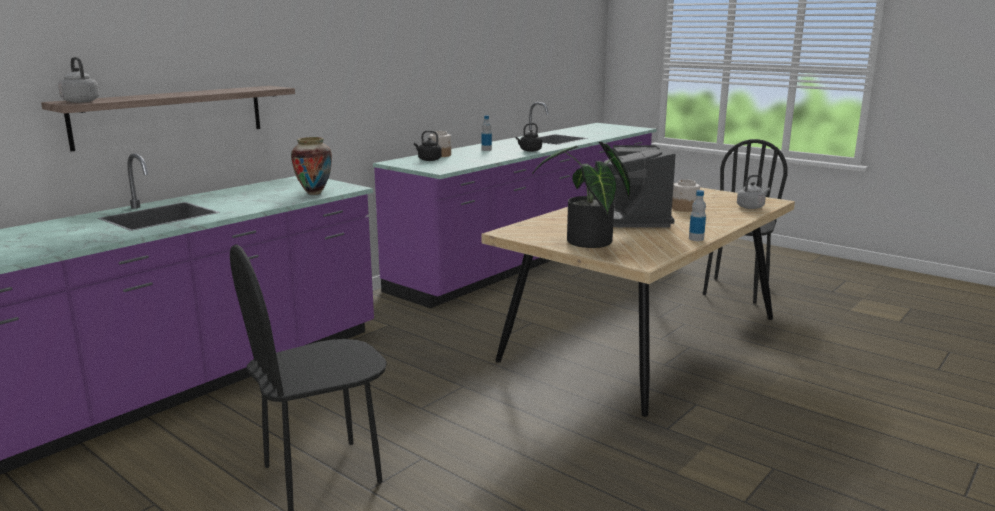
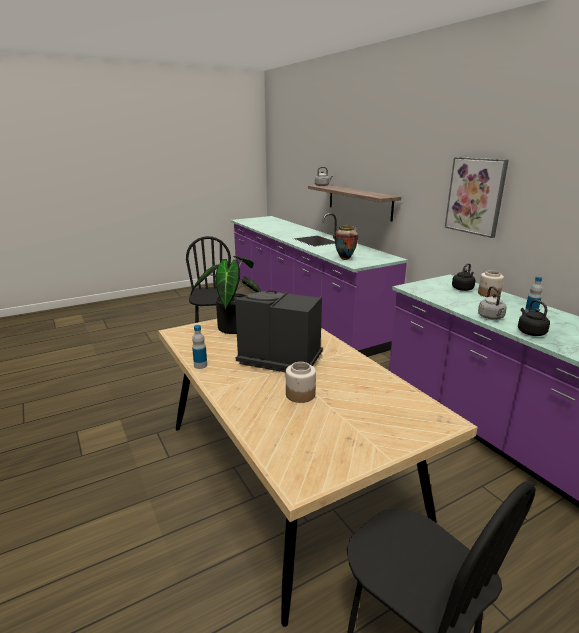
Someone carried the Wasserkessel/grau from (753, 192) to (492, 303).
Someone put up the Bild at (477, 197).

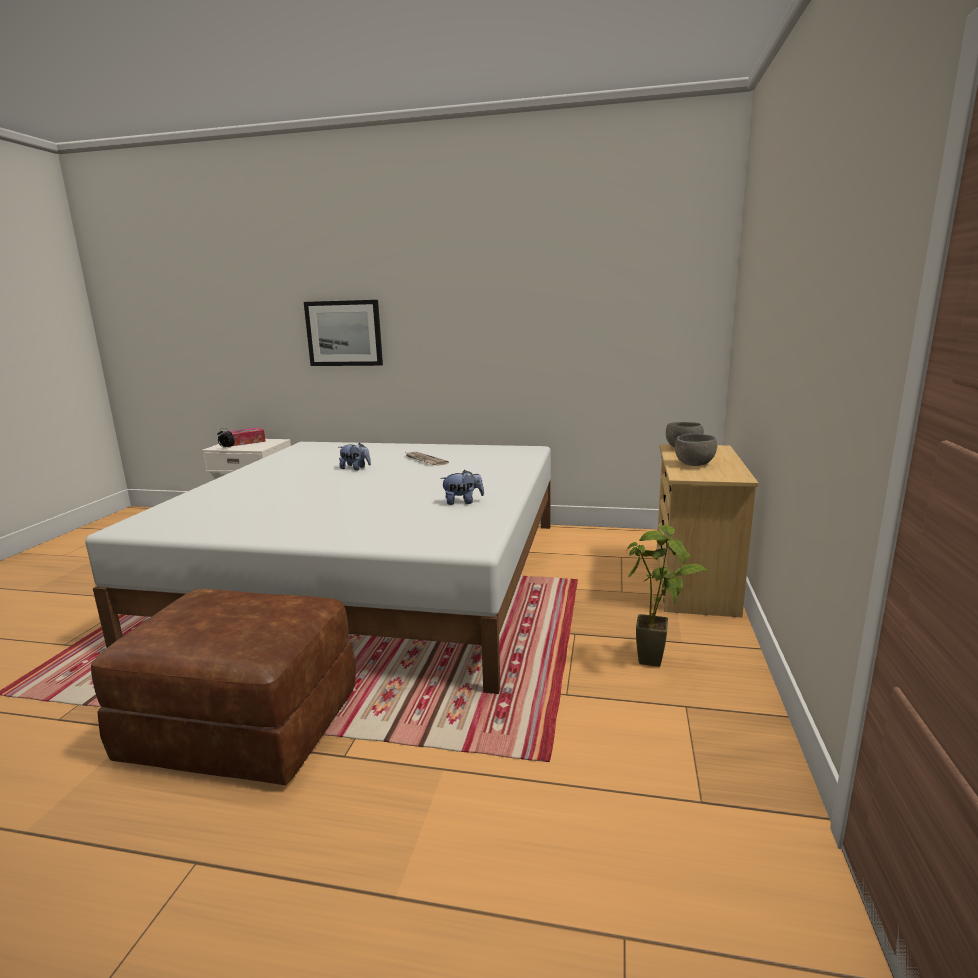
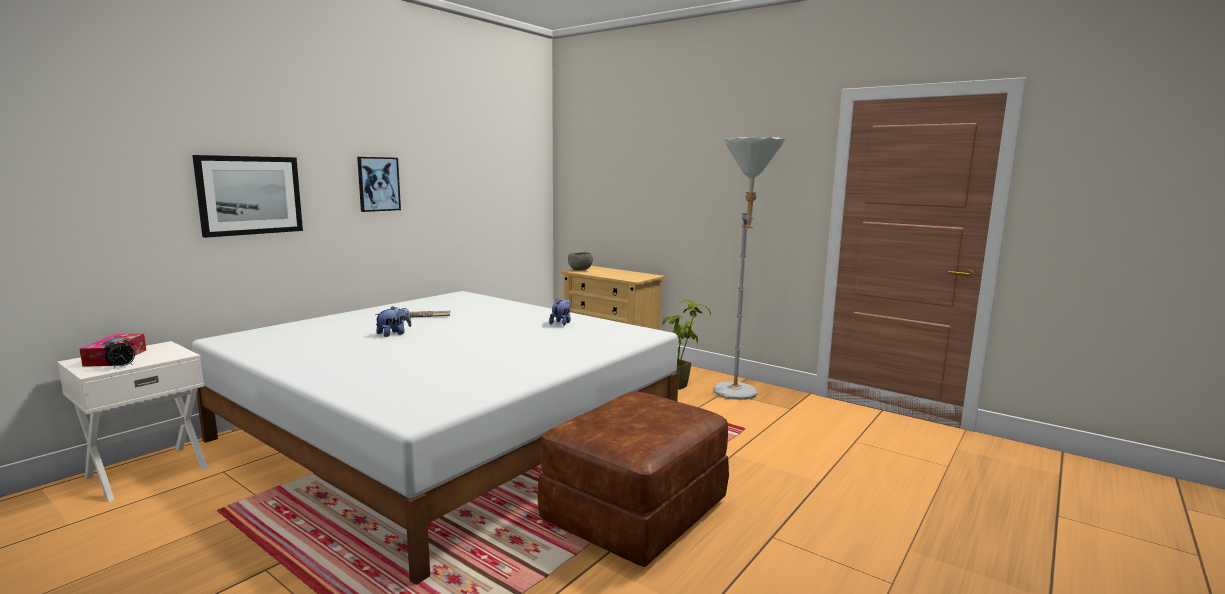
Someone took away the Schüssel/grau at (696, 450).
Someone put up the Bild at (379, 184).
Someone put down the Stehlampe/grau at (749, 268).

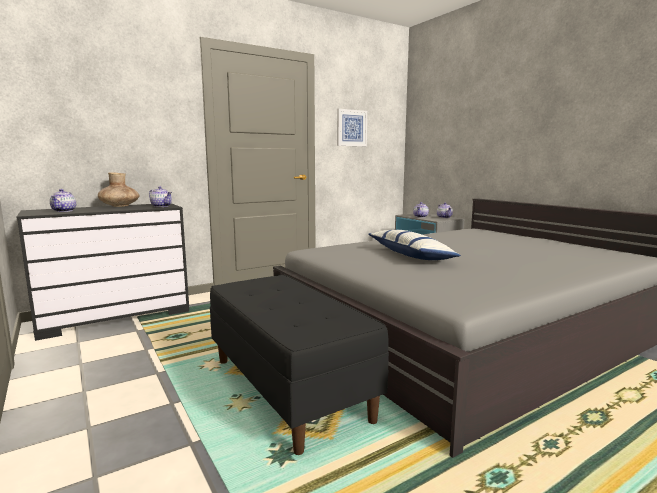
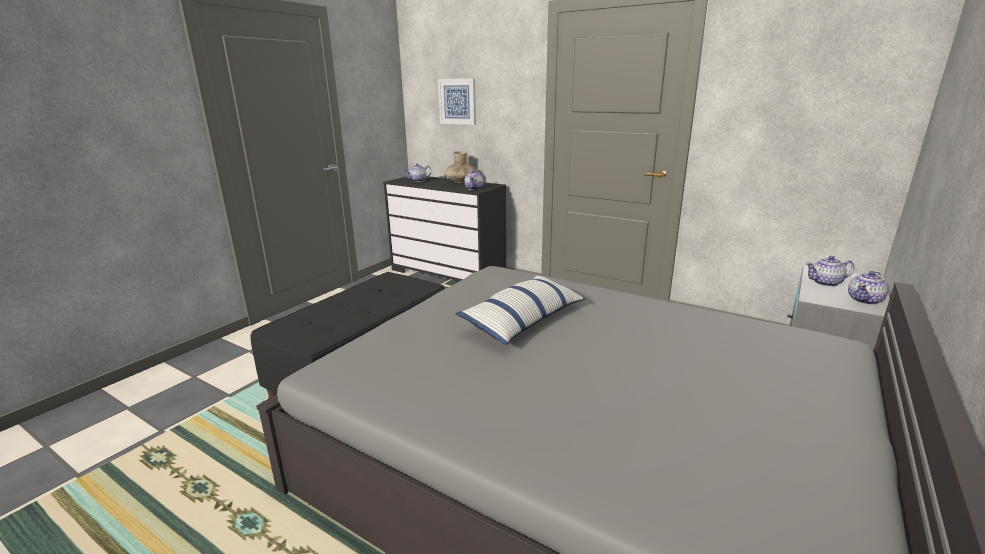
Someone carried the Bild from (352, 127) to (457, 102).

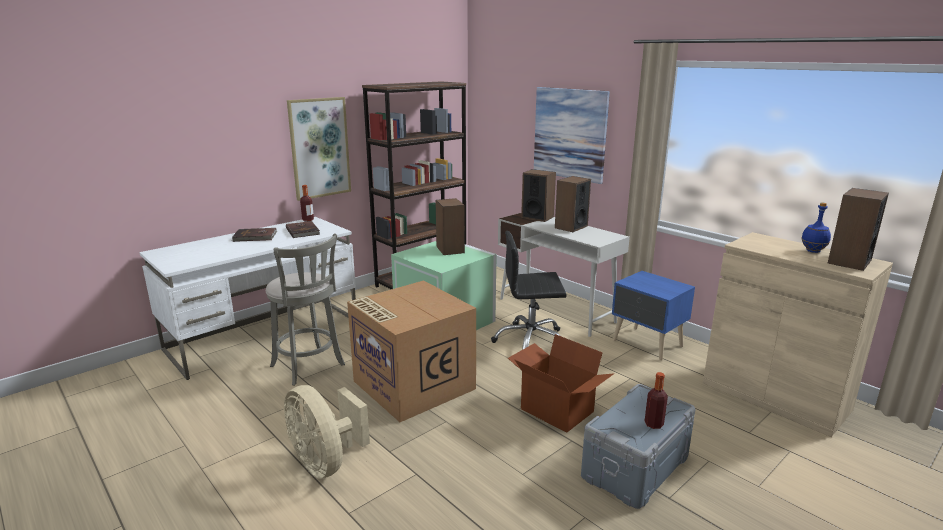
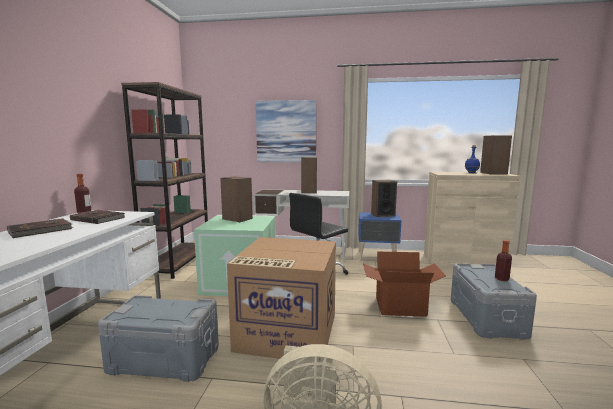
Someone swapped the Hocker/grau at (305, 309) for the Aufbewahrungsbox/grau at (158, 338).
Someone took away the Bild at (319, 149).
Someone carried the Lautsprecher from (538, 195) to (384, 198).

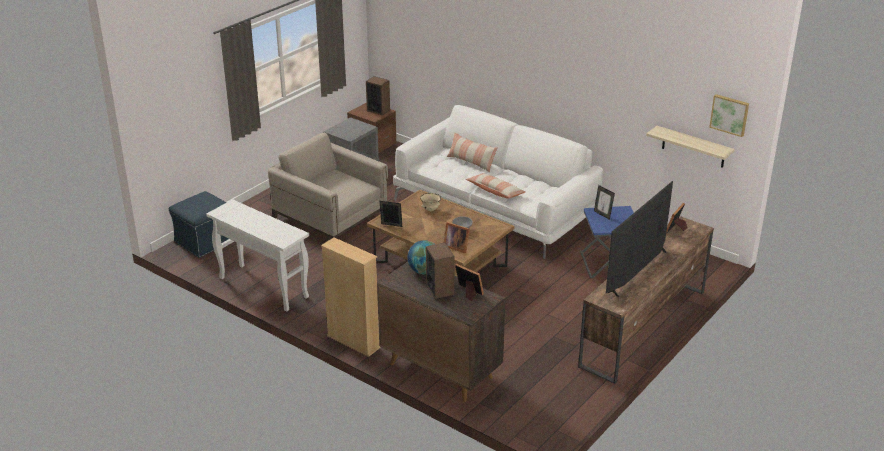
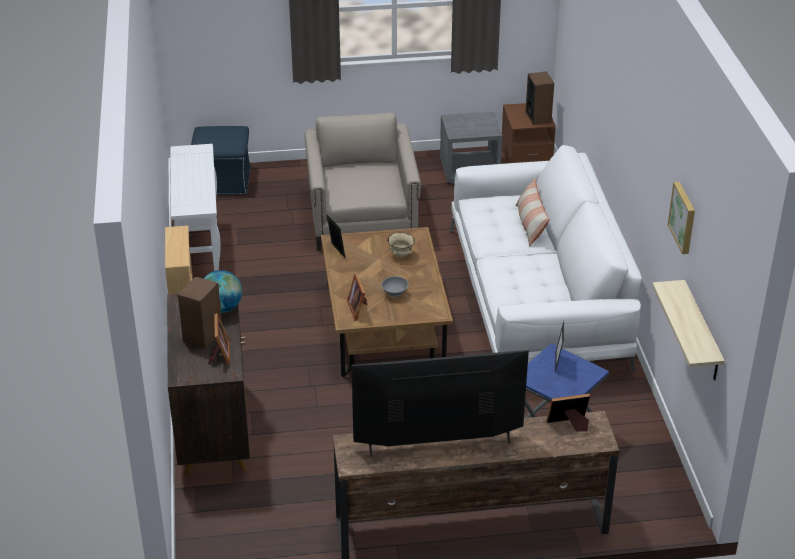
Someone took away the Kissen at (495, 185).
Someone carried the Bild from (729, 115) to (681, 218).

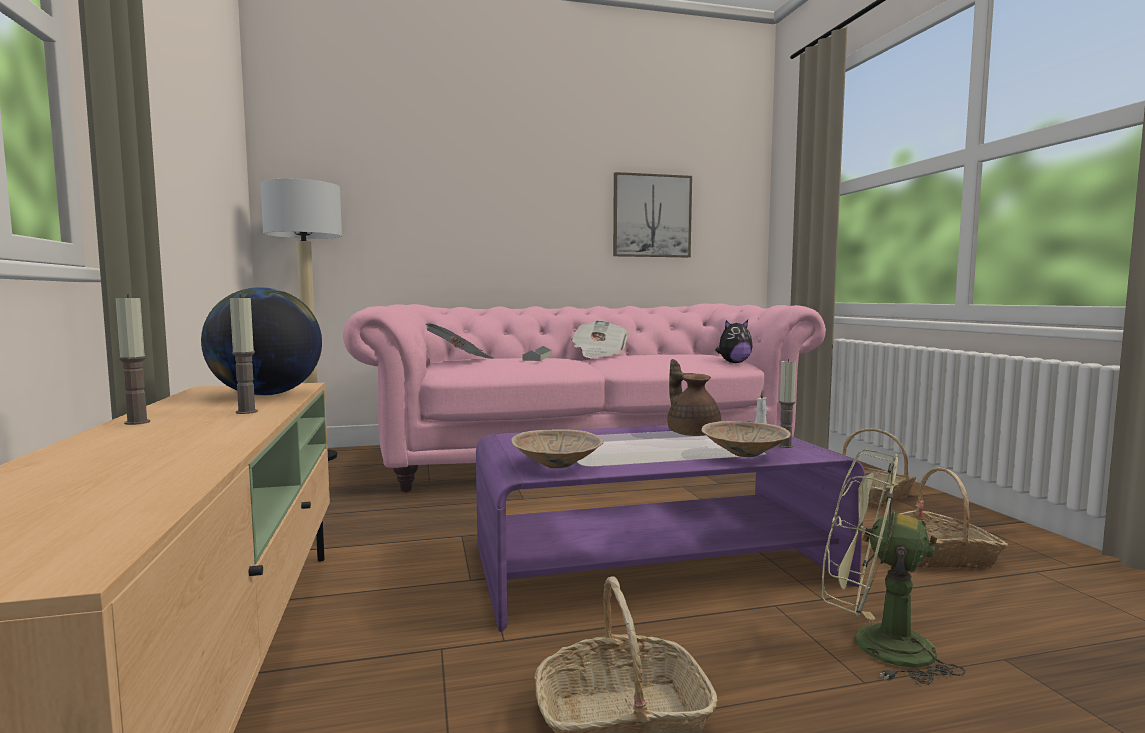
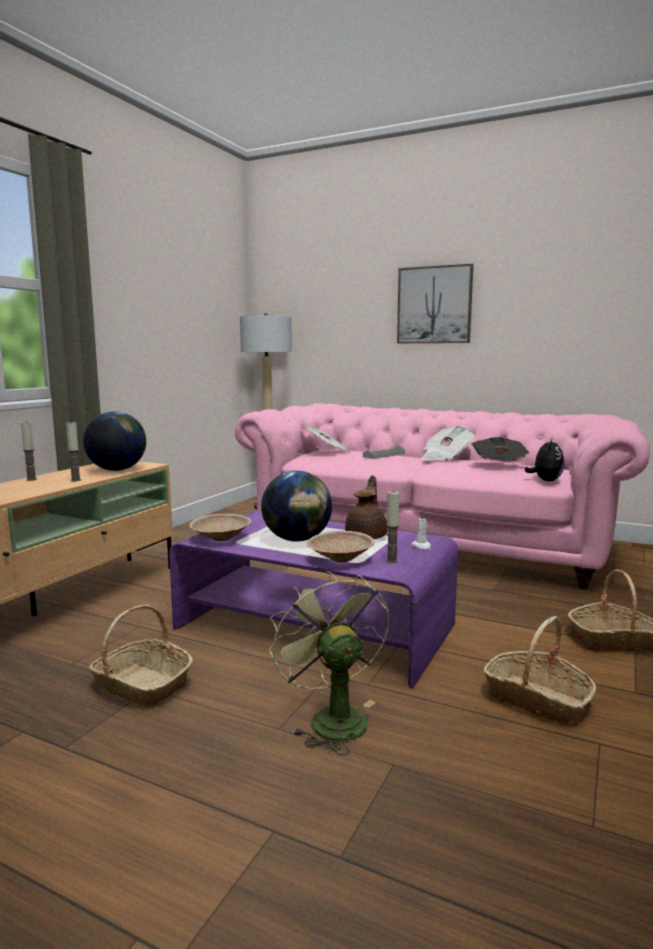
Someone carried the Bild from (652, 214) to (435, 303).
Someone rotated the Plüschtier at (734, 341) by 90 degrees counterclockwise.
Someone put down the Globus at (296, 506).
Someone put down the Zeitung at (500, 449).

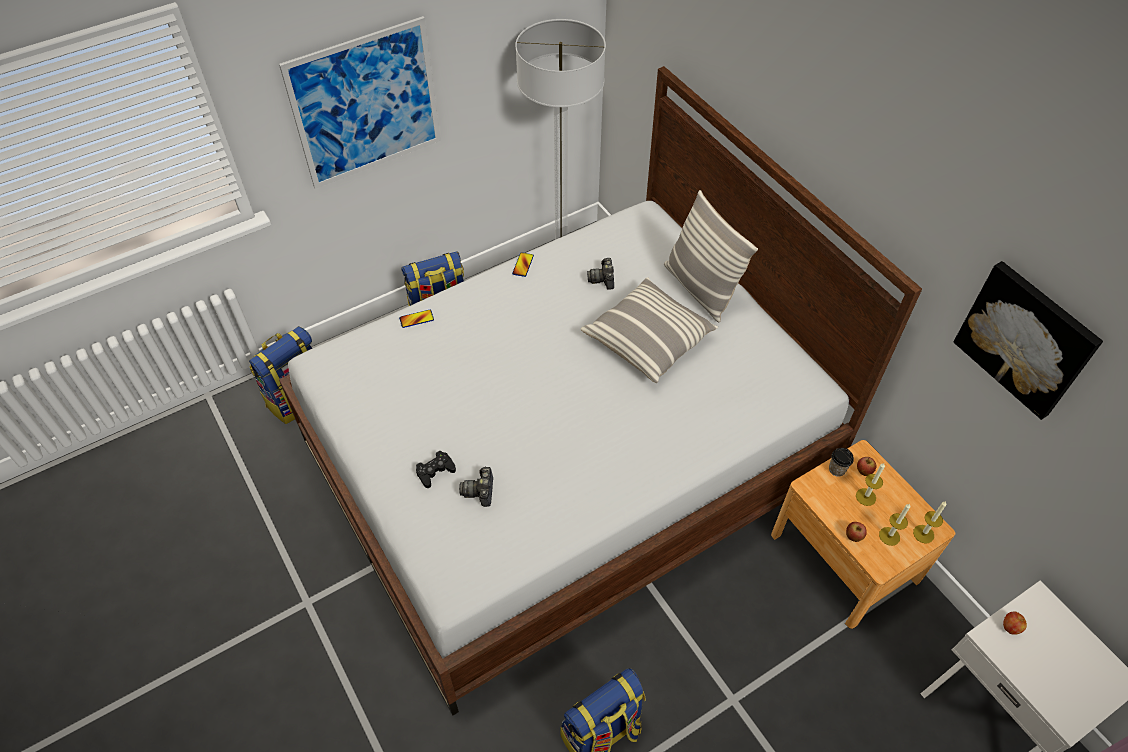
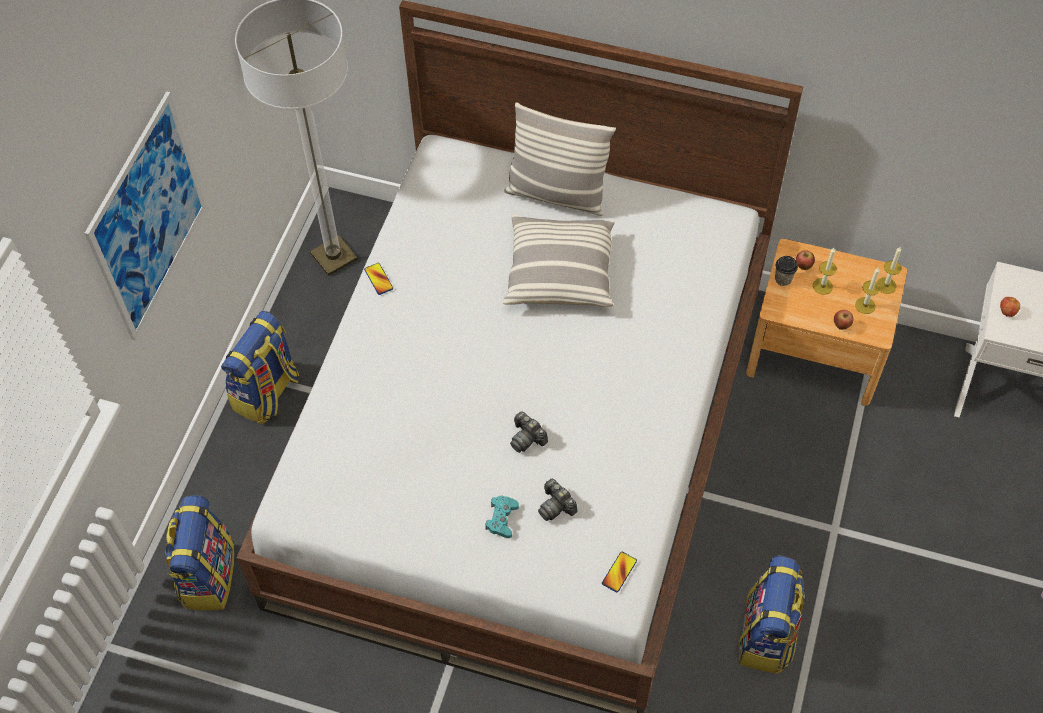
Someone carried the Handy from (416, 319) to (619, 572).
Someone repainted the Gamepad/schwarz at (436, 469), which became the Gamepad/türkis at (502, 517).
Someone carried the Kamera from (600, 274) to (529, 432).
Someone took away the Bild at (1028, 340).

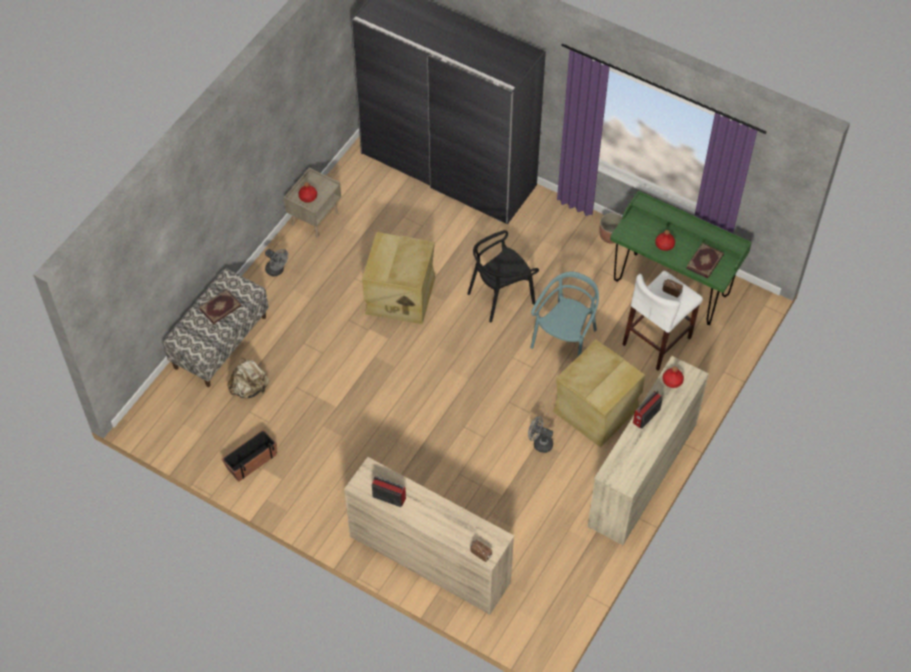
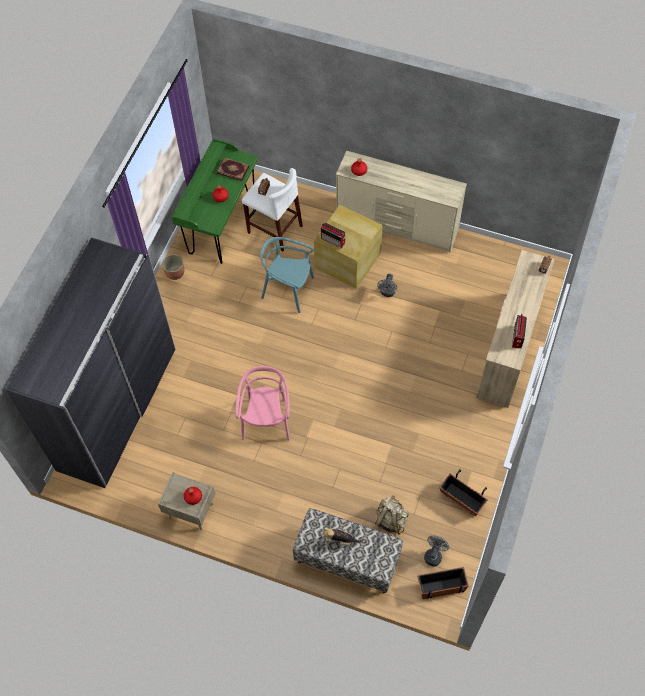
Someone swapped the Buch at (220, 306) for the Plüschtier at (341, 537).
Someone carried the Ventilator/grau from (276, 262) to (436, 550).
Someone swapped the Aufbewahrungsbox/beige at (398, 278) for the Stuhl/rosa at (263, 403).
Someone took away the Stuhl/schwarz at (503, 276).
Someone carried the Radio from (648, 410) to (333, 235).
Someone put down the Pflanzkübel at (443, 583).

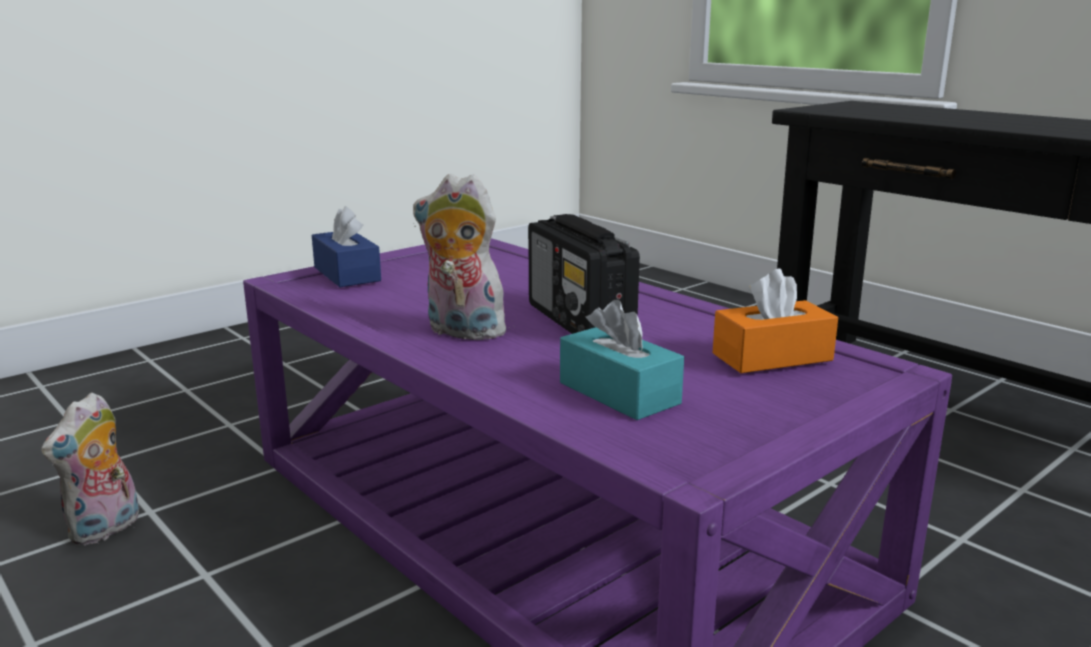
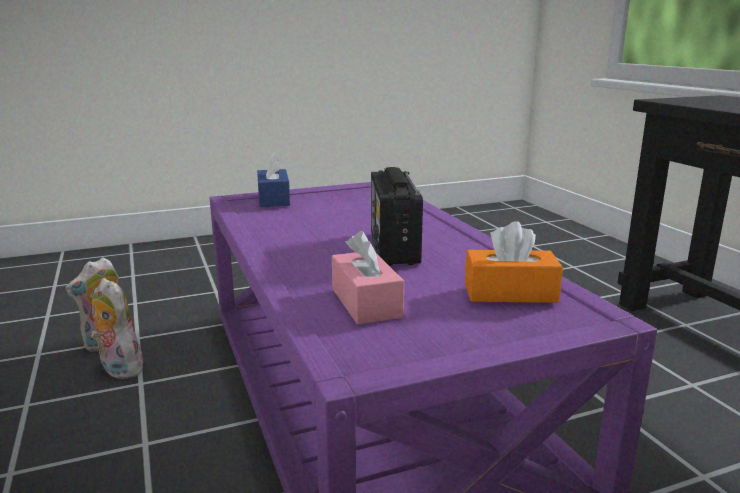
Someone carried the Plüschtier from (462, 257) to (117, 328).
Someone repainted the Taschentuchbox/türkis at (622, 360), which became the Taschentuchbox/rosa at (368, 277).

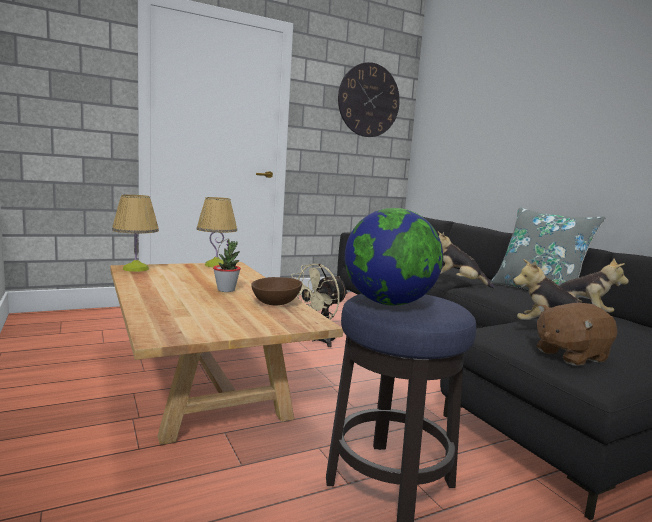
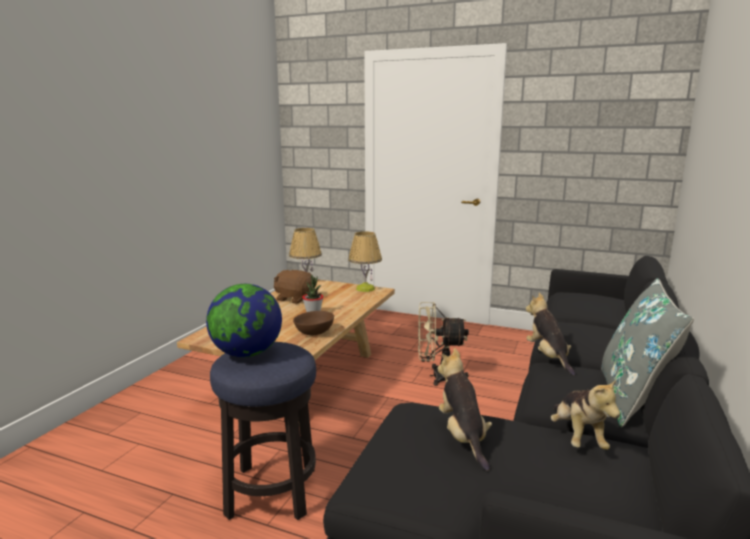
Someone took away the Wanduhr at (369, 99).
Someone carried the Plüschtier/braun from (577, 334) to (293, 287).

